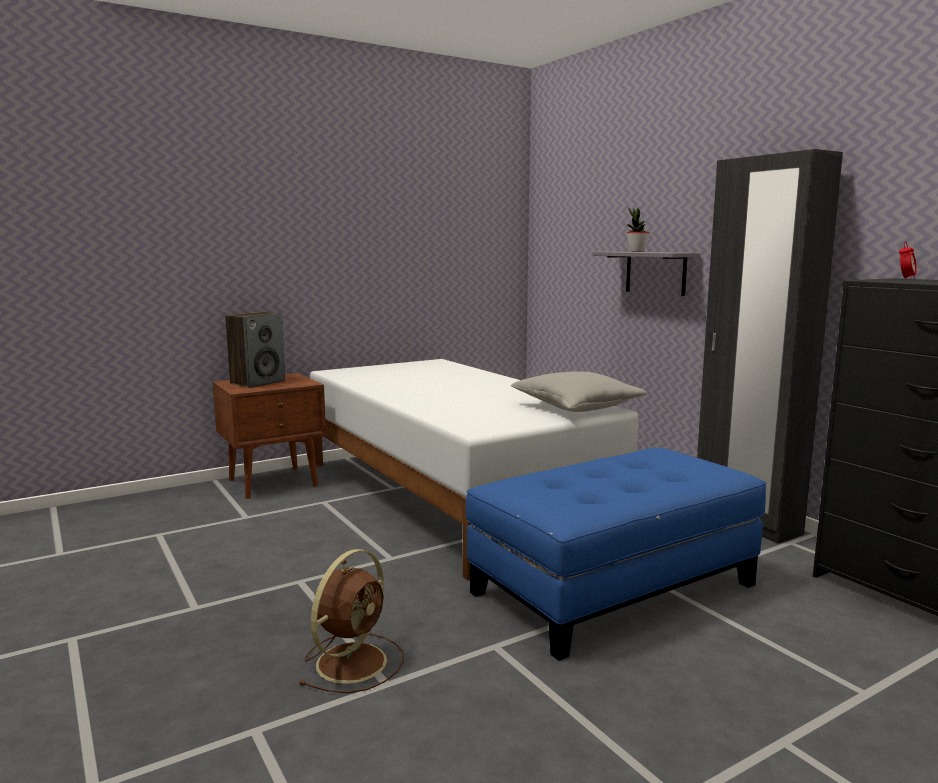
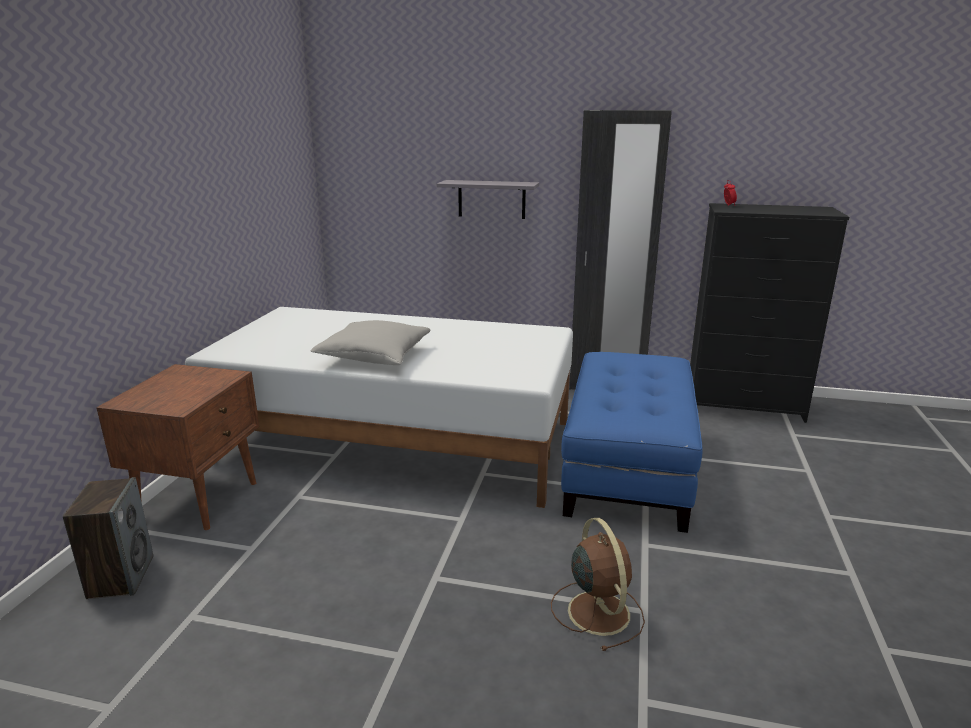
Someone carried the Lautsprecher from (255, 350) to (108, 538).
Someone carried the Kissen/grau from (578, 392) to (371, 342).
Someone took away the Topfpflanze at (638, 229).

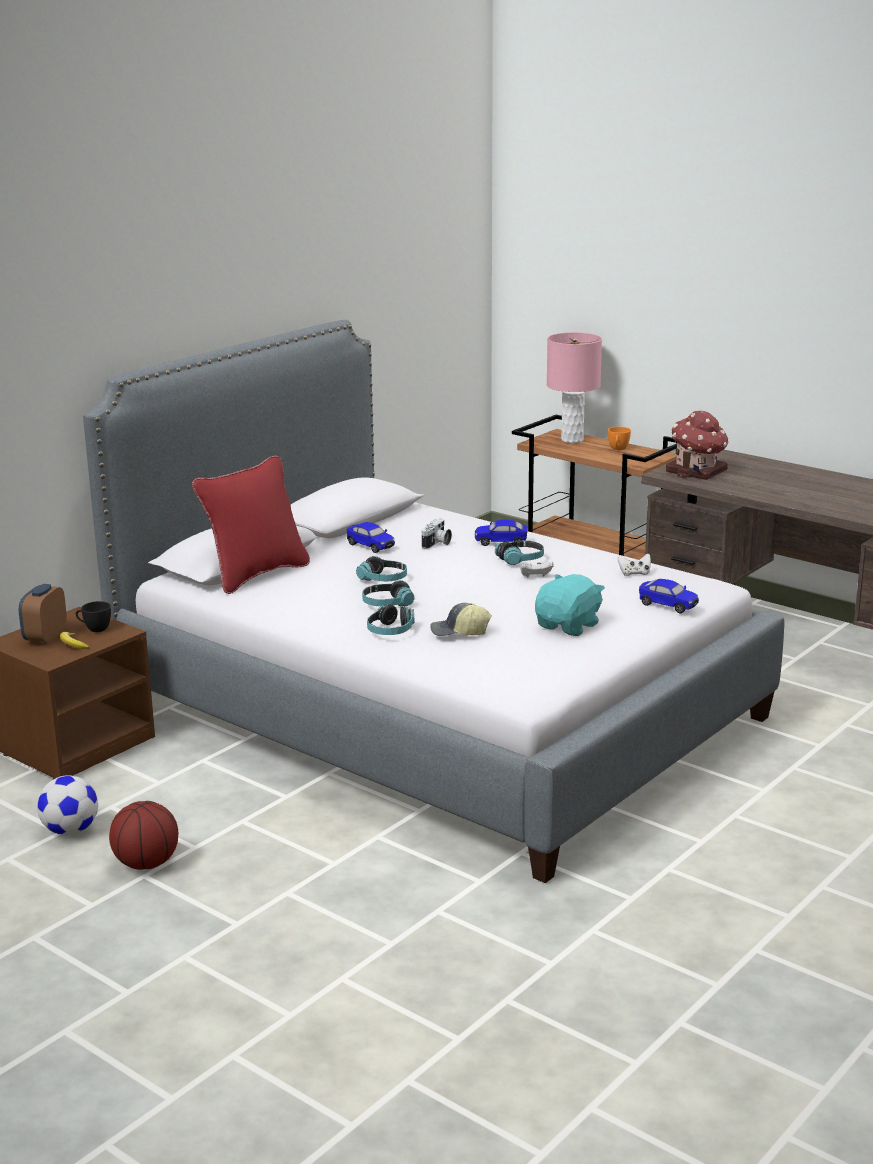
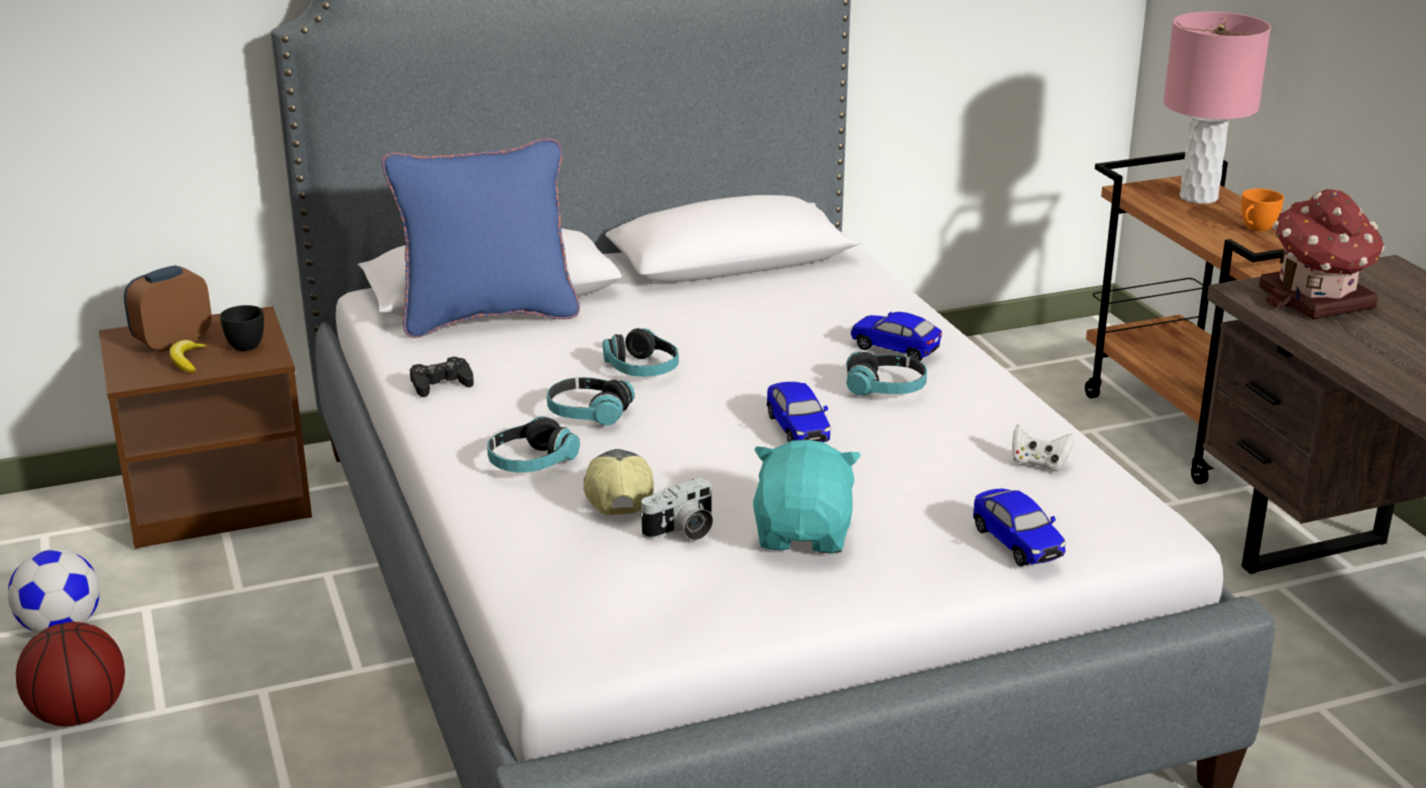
Someone repainted the Kissen/rot at (251, 525), which became the Kissen/blau at (481, 238).
Someone carried the Spielzeugauto from (371, 537) to (798, 412).
Someone carried the Kamera from (437, 534) to (676, 508).
Someone rotated the Kappe at (461, 619) by 45 degrees clockwise.
Someone took away the Gamepad/weiß at (537, 569).
Someone rotated the Plüschtier/türkis at (570, 605) by 60 degrees counterclockwise.
Someone put down the Gamepad/schwarz at (442, 377).

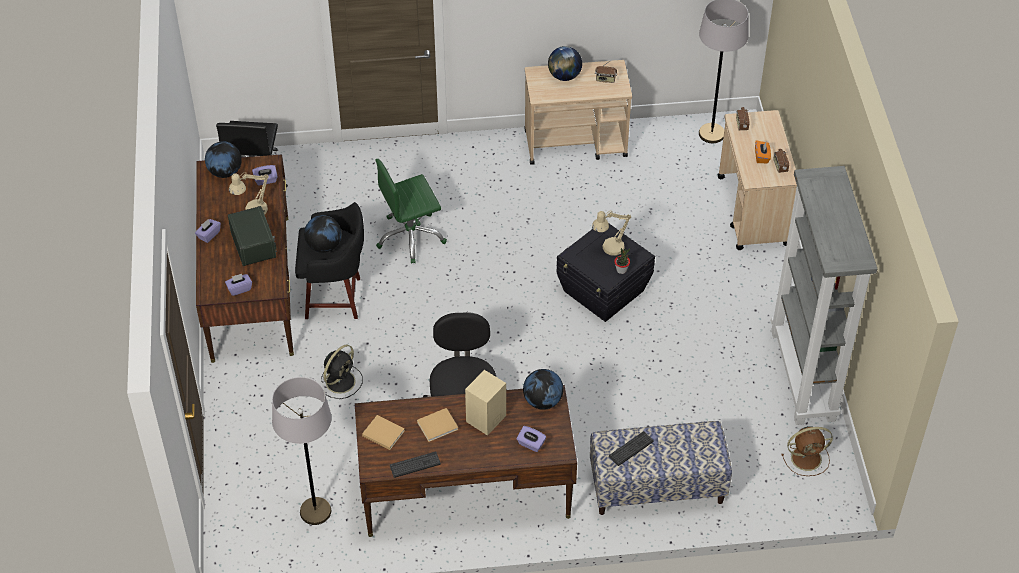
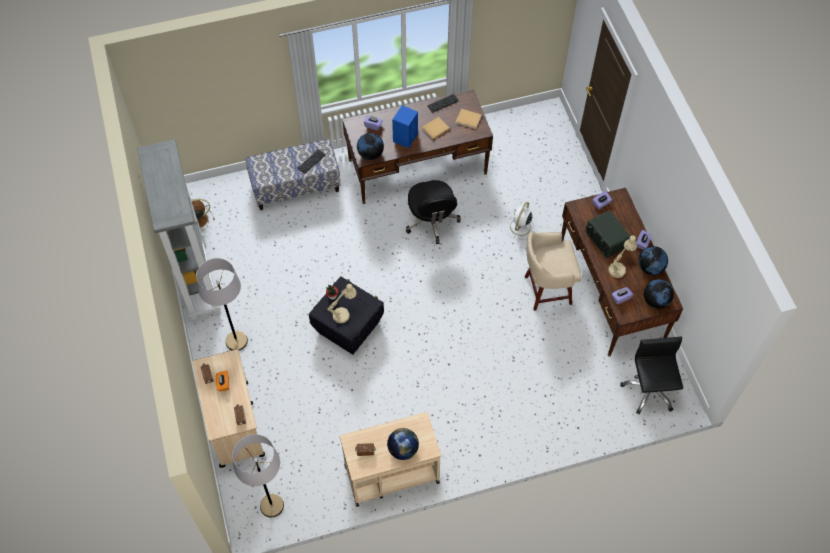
Someone carried the Stehlampe/grau from (302, 451) to (222, 304).
Someone repainted the Hocker/schwarz at (329, 260), which became the Hocker/beige at (553, 271).
Someone carried the Globus from (322, 234) to (653, 260).
Someone repainted the Ventilator/schwarz at (342, 372), which became the Ventilator/weiß at (520, 221).
Someone took away the Bürostuhl/grün at (411, 211).
Someone repainted the Lautsprecher/beige at (485, 403), which became the Lautsprecher/blau at (405, 126).

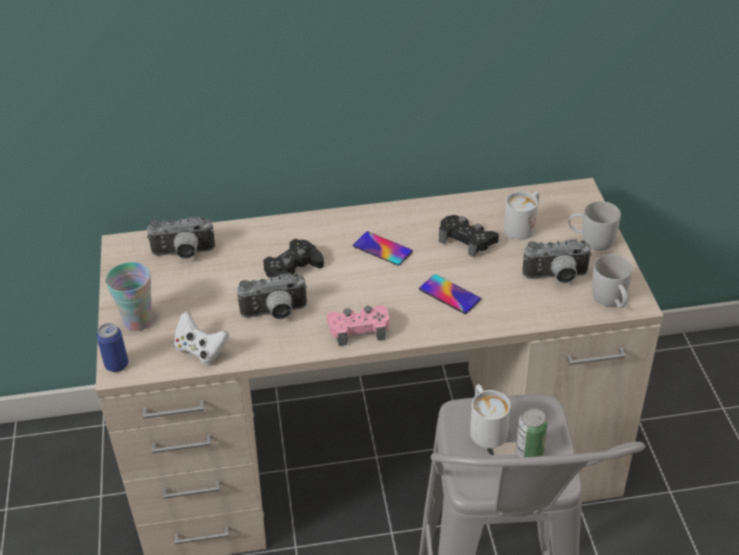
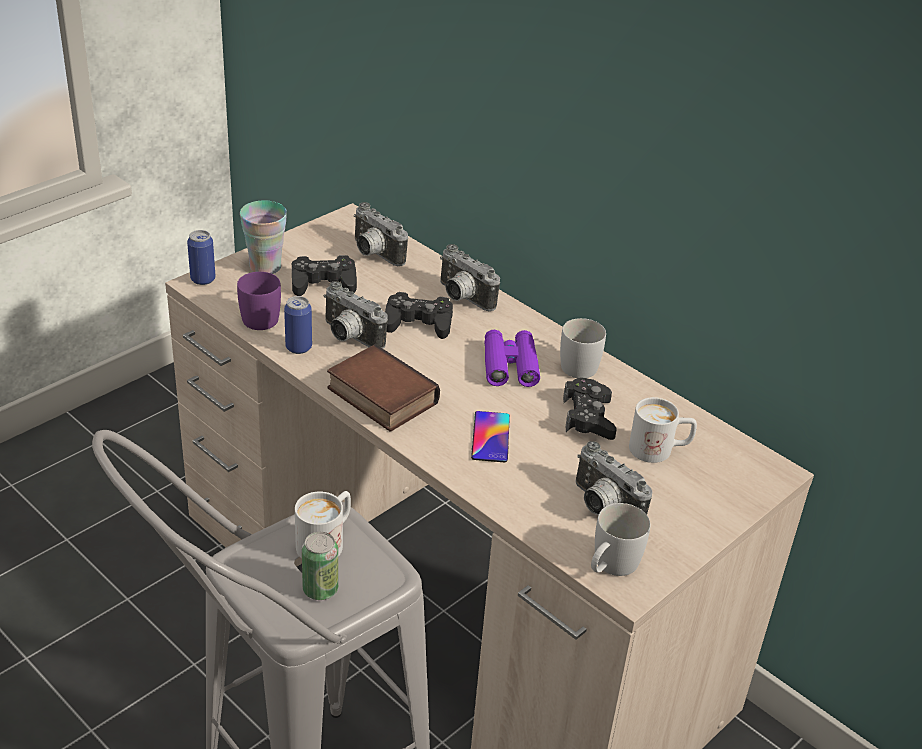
Someone swapped the Gamepad/weiß at (201, 337) for the Henkelbecher/lila at (259, 301).
Someone swapped the Gamepad/rosa at (358, 325) for the Buch at (383, 388).
Someone swapped the Handy at (383, 249) for the Fernglas/lila at (512, 358).
Someone carried the Henkelbecher/weiß from (594, 226) to (583, 348).
Someone put down the Dose at (298, 325).
Someone put down the Gamepad/schwarz at (324, 275).
Someone put down the Kamera at (470, 277).

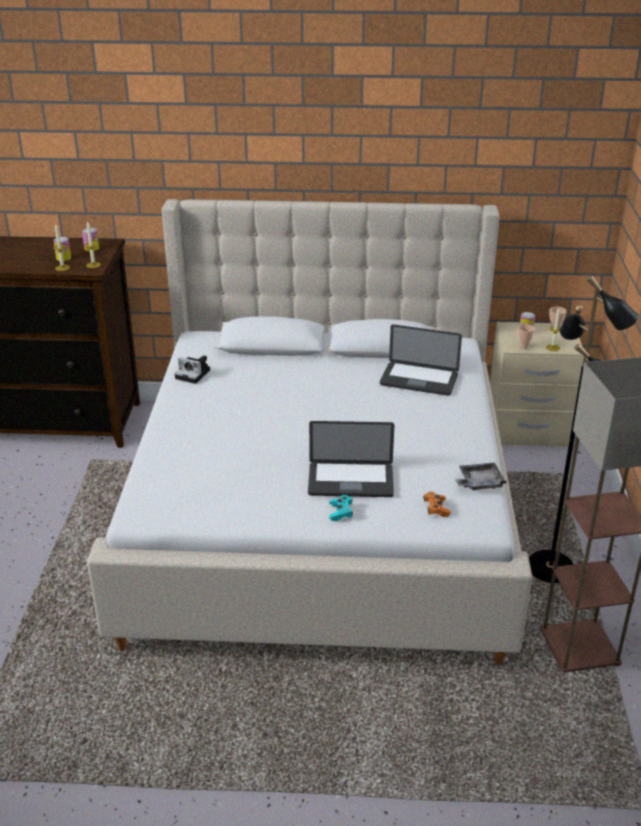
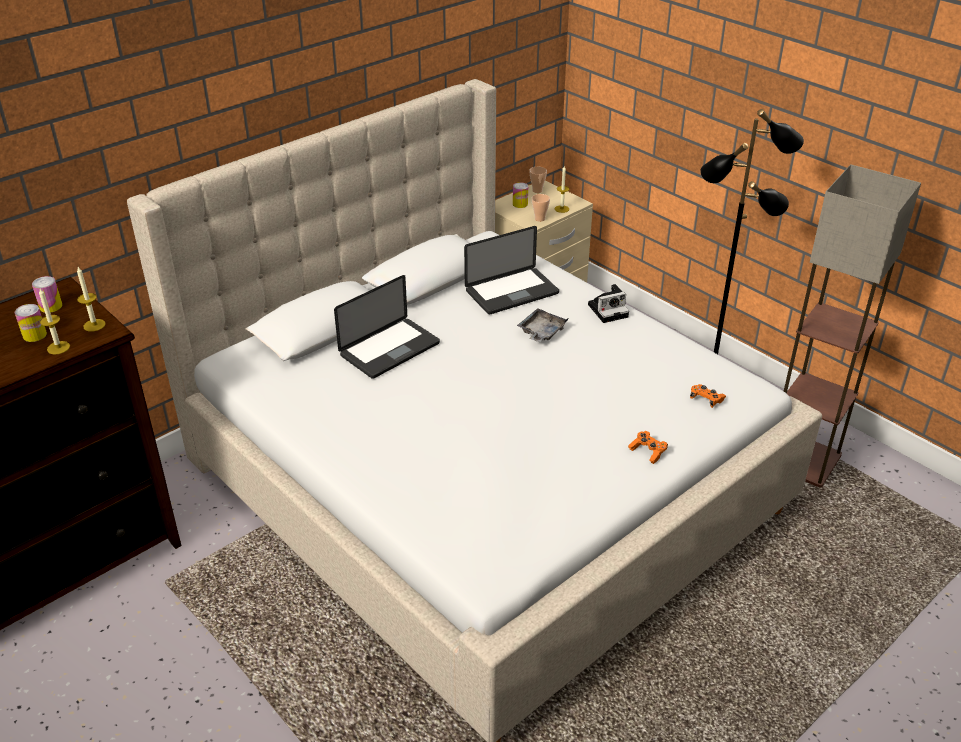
Someone carried the Kamera from (192, 369) to (608, 303).
Someone carried the Laptop from (351, 459) to (387, 327).
Someone repainted the Gamepad/türkis at (341, 508), which became the Gamepad/orange at (648, 447).
Someone carried the Tablett/grau from (481, 476) to (542, 325).

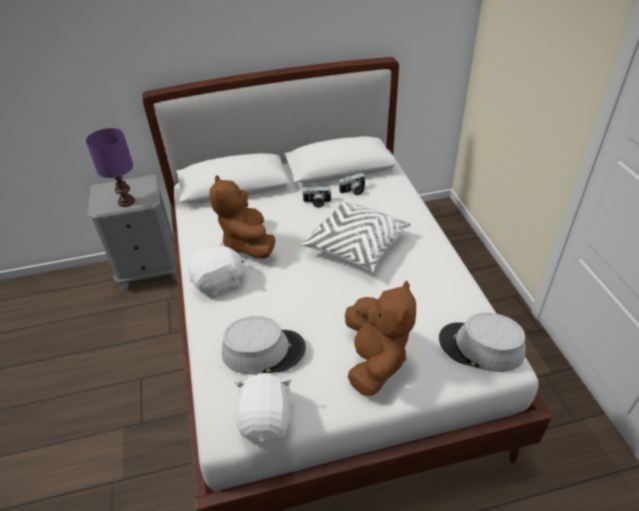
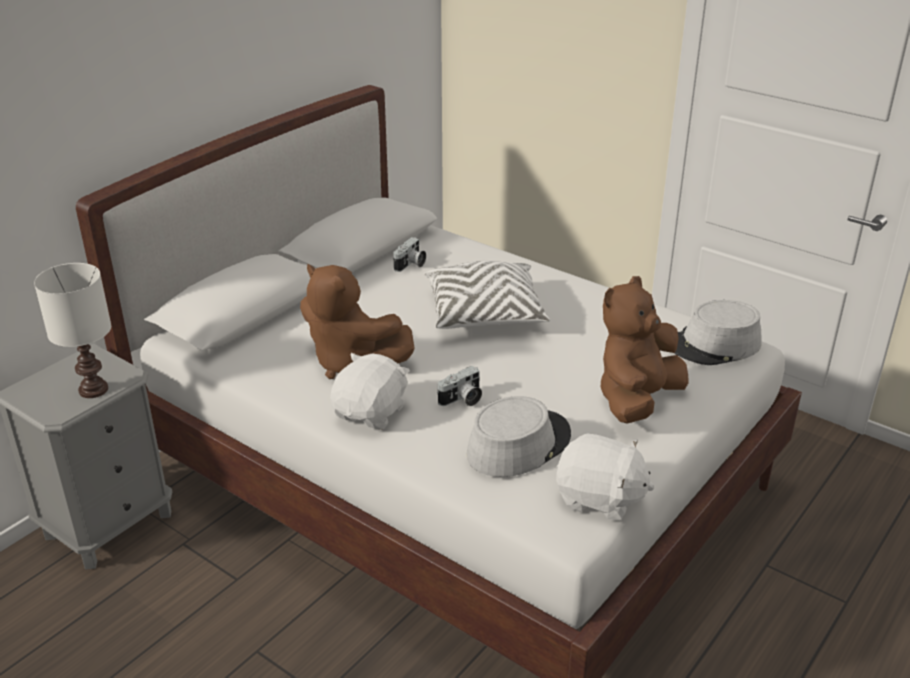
Someone repainted the Tischlampe/lila at (110, 167), which became the Tischlampe/weiß at (72, 330).
Someone rotated the Plüschtier/weiß at (263, 407) by 150 degrees clockwise.
Someone carried the Kamera from (317, 197) to (459, 386).
Someone rotated the Plüschtier/braun at (380, 338) by 105 degrees counterclockwise.

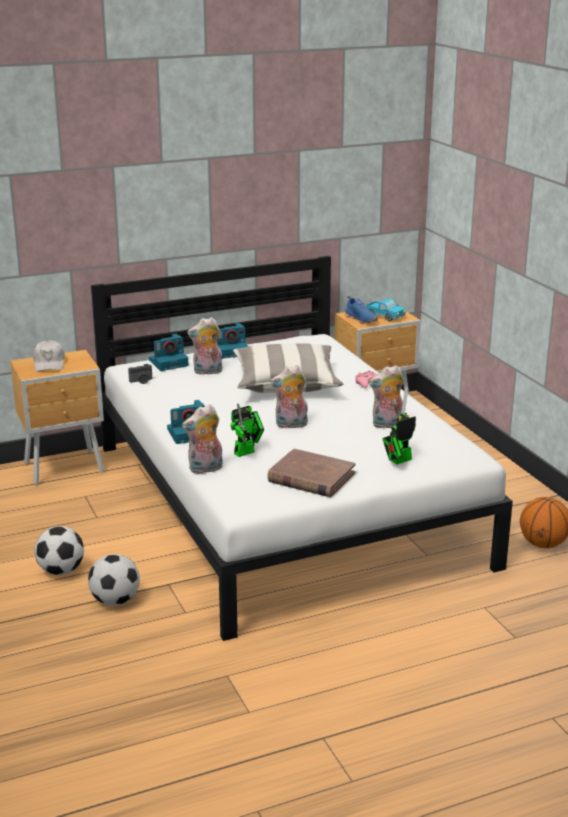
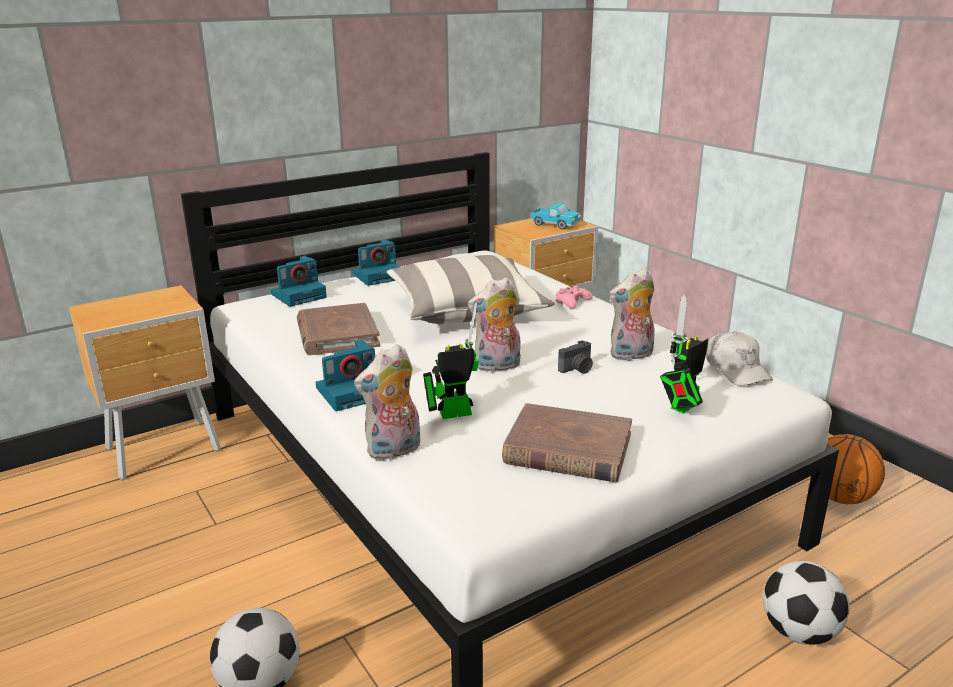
Someone carried the Kappe/weiß from (49, 356) to (739, 358).
Someone carried the Fußball from (59, 550) to (806, 603).
Someone carried the Kamera from (140, 374) to (575, 357).
Someone took away the Plüschtier at (205, 346).
Someone rotated the Spielzeugroboter at (247, 430) by 150 degrees counterclockwise.
Someone took away the Schuh/blau at (361, 310).
Someone put down the Buch/braun at (338, 329).

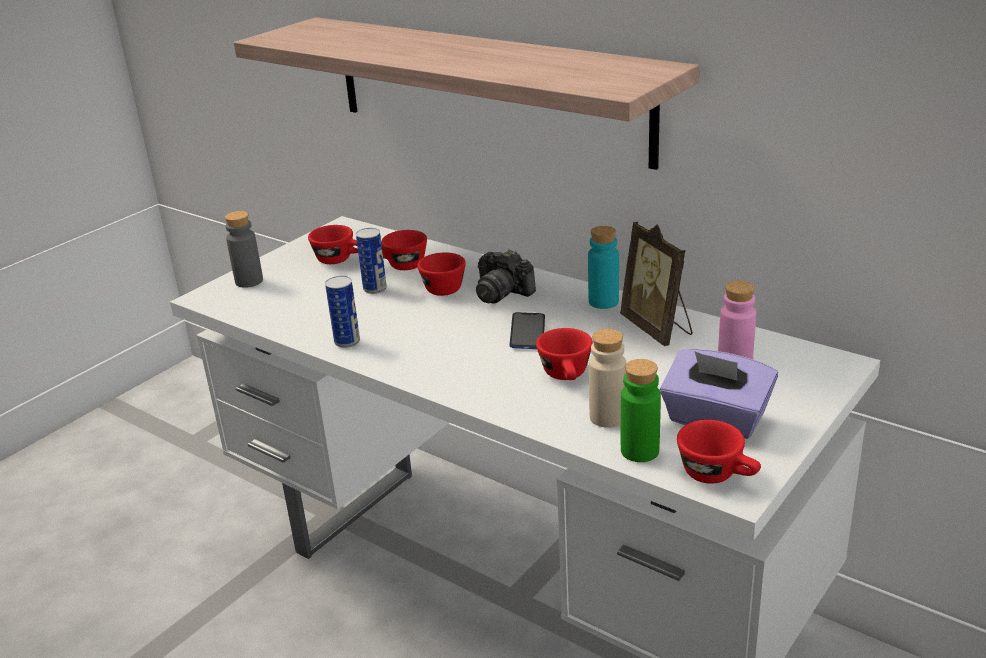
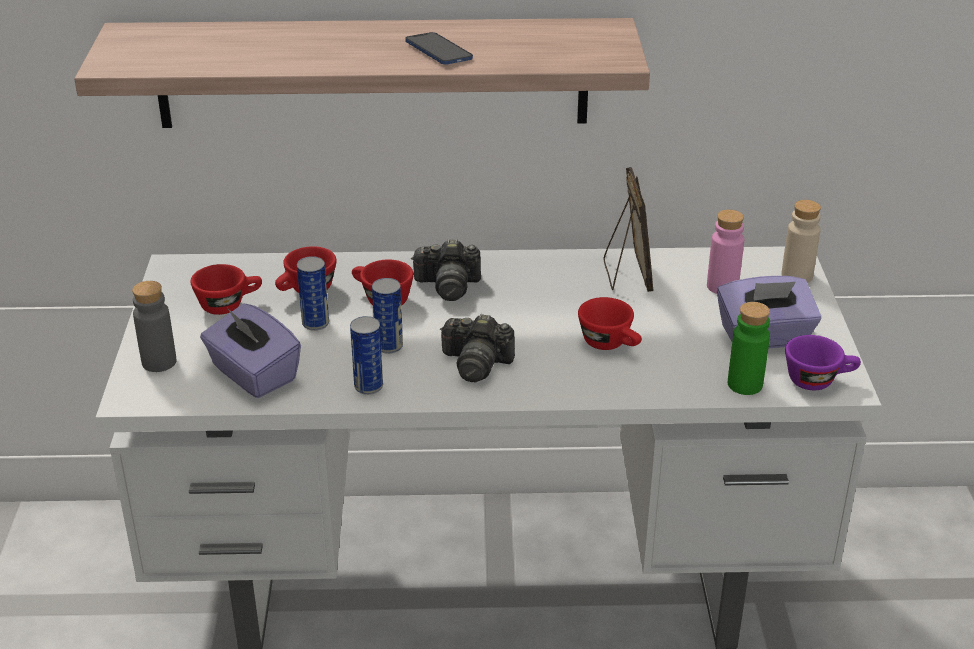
Someone carried the Handy from (527, 330) to (439, 48).
Someone took away the Flasche/türkis at (603, 267).
Someone carried the Flasche/beige from (608, 378) to (801, 241).
Someone rotated the Bilderrahmen at (656, 284) by 120 degrees counterclockwise.
Someone repainted the Tasse/rot at (719, 452), which became the Tasse/lila at (823, 362).
Someone put down the Taschentuchbox/lila at (250, 351).
Someone put down the Dose at (387, 316).
Someone put down the Kamera at (477, 348).

